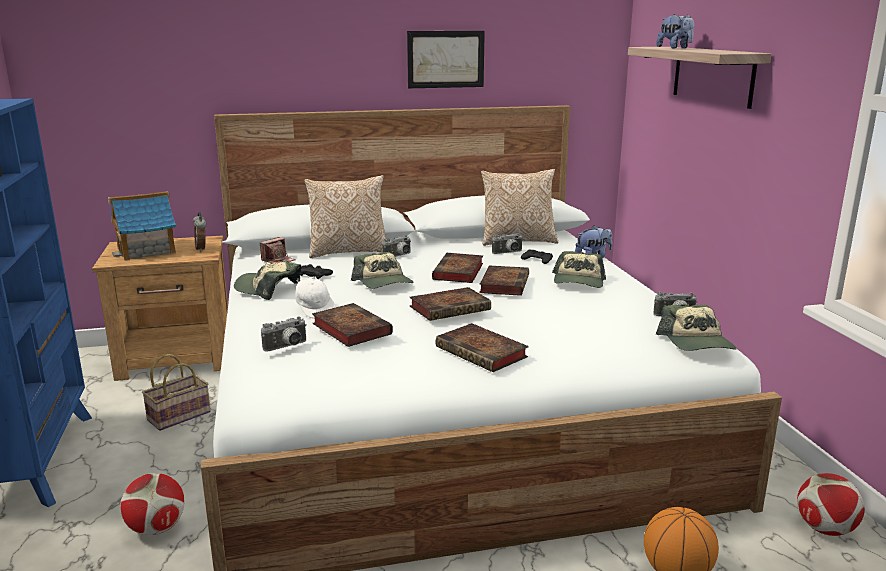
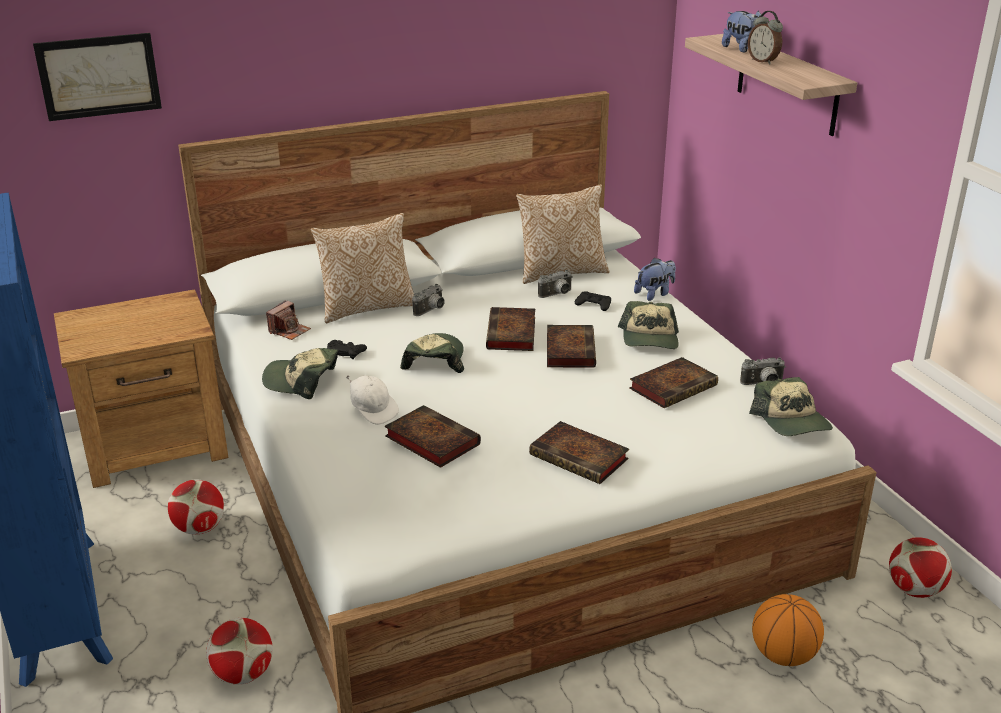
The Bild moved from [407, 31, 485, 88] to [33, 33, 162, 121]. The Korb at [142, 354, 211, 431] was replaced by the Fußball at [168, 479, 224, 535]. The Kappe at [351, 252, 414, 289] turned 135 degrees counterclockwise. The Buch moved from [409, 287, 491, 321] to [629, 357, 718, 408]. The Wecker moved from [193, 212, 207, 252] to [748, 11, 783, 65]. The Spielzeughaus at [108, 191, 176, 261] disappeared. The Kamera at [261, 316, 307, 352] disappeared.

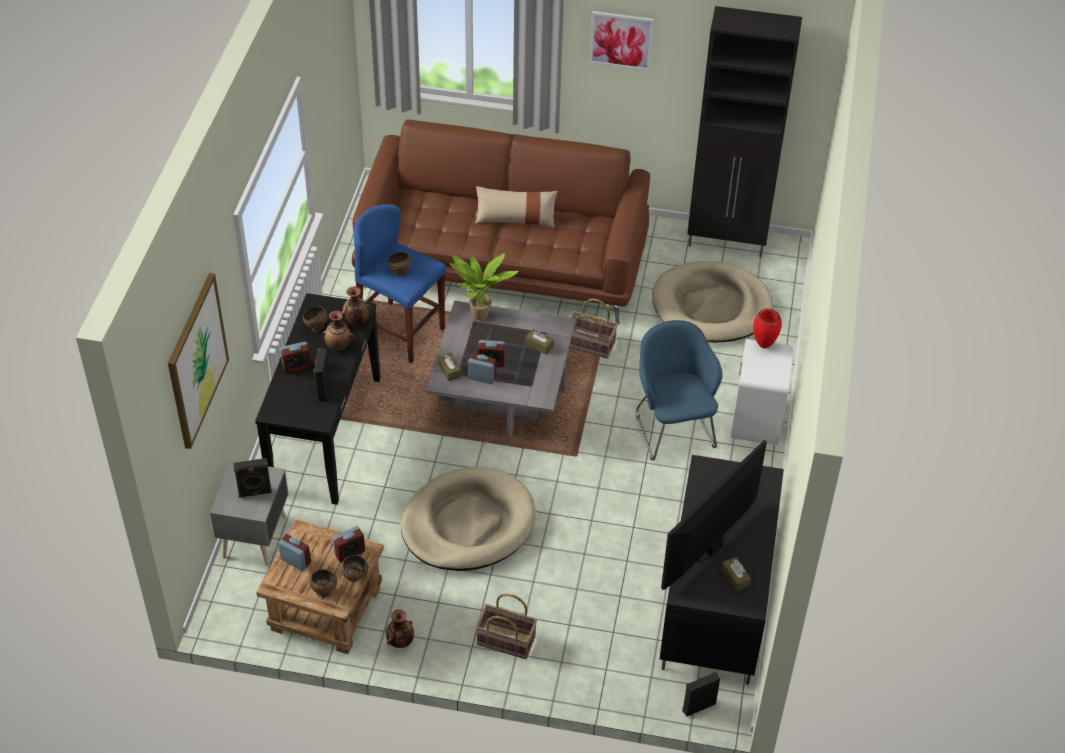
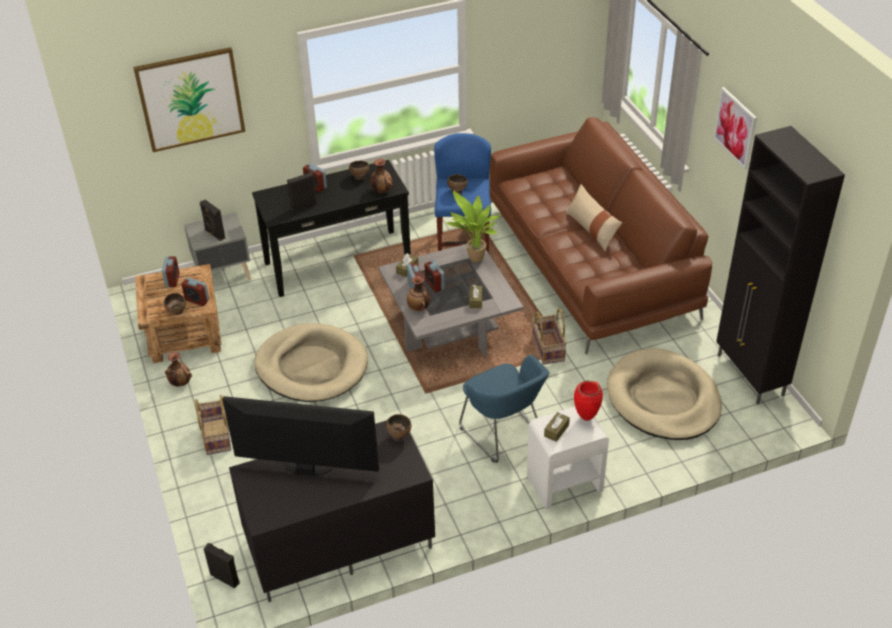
The Schüssel [braun] moved from [309, 569, 337, 597] to [386, 414, 411, 441]. The Vase moved from [322, 311, 354, 350] to [407, 276, 430, 311]. The Sessel [blau] at [636, 320, 723, 461] turned 105 degrees clockwise. The Taschentuchbox [braun] moved from [721, 557, 751, 592] to [544, 412, 570, 442].

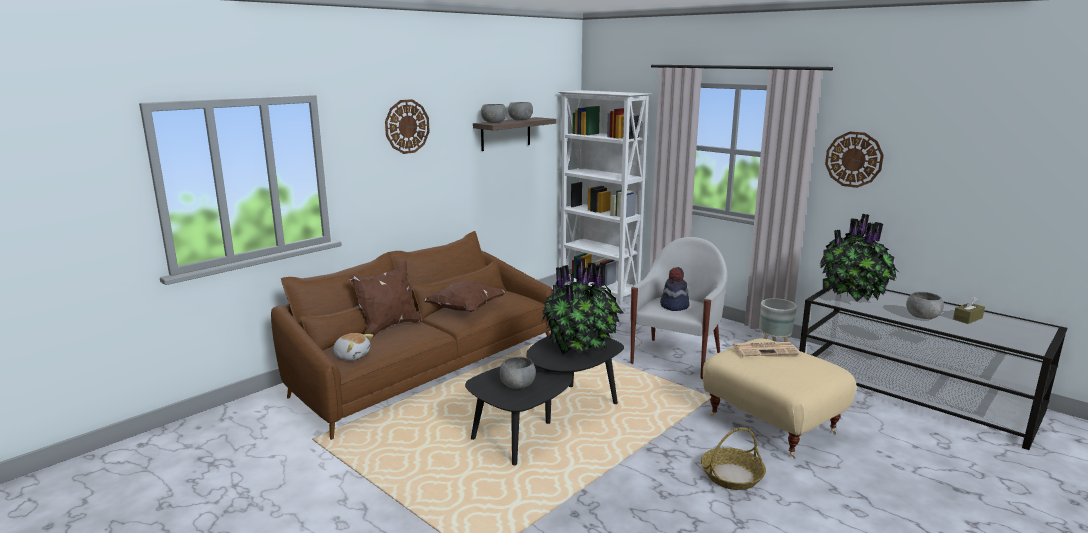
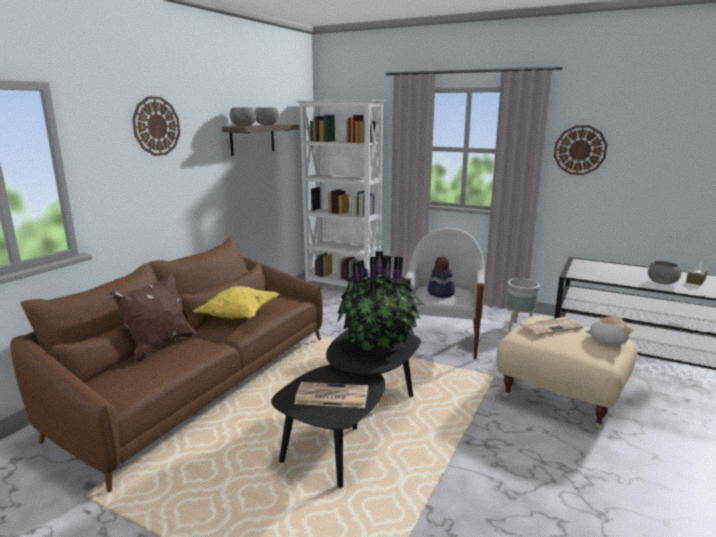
The Kissen [braun] at [423, 281, 507, 312] became the Kissen [gelb] at [193, 286, 279, 319]. The Schüssel [grau] at [500, 357, 536, 389] was replaced by the Zeitung at [294, 382, 368, 408]. The Plüschtier moved from [333, 333, 373, 360] to [585, 316, 633, 345]. The Korb at [701, 427, 766, 490] disappeared. The Topfpflanze at [820, 214, 899, 302] disappeared.

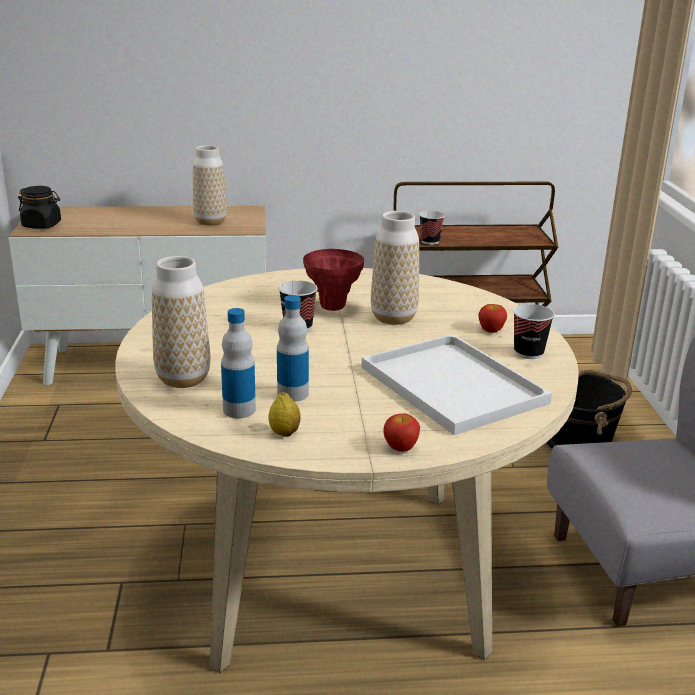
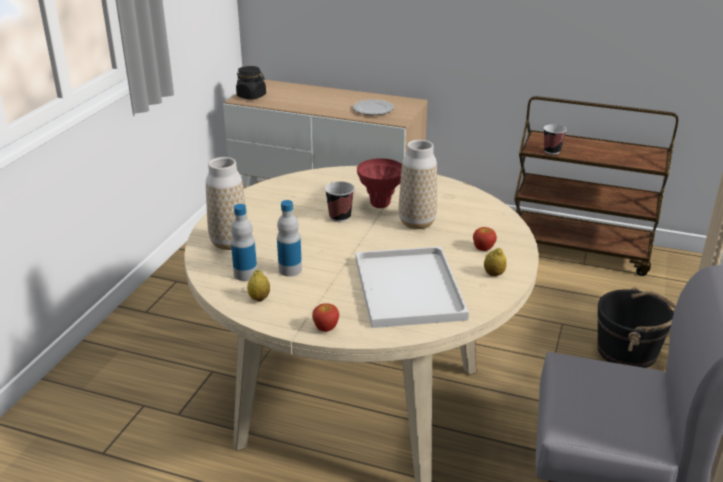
The Vase at [193, 145, 227, 226] was replaced by the Teller at [353, 99, 394, 115]. The Tasse at [513, 304, 555, 359] was replaced by the Zitrone at [484, 248, 507, 276].

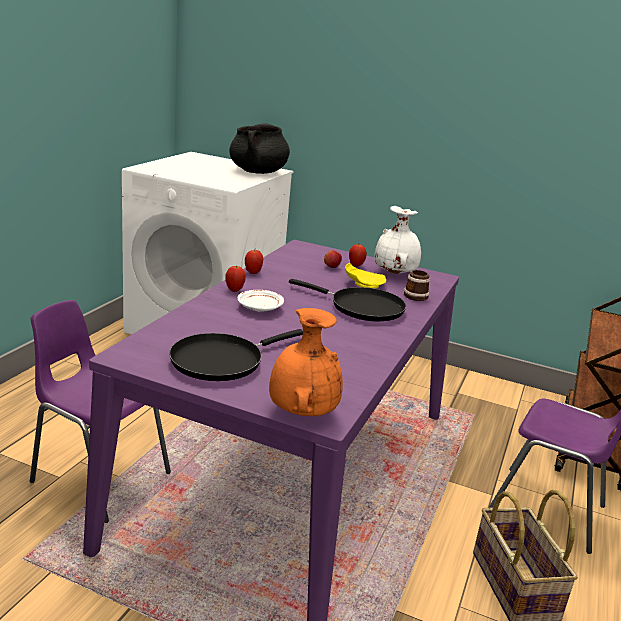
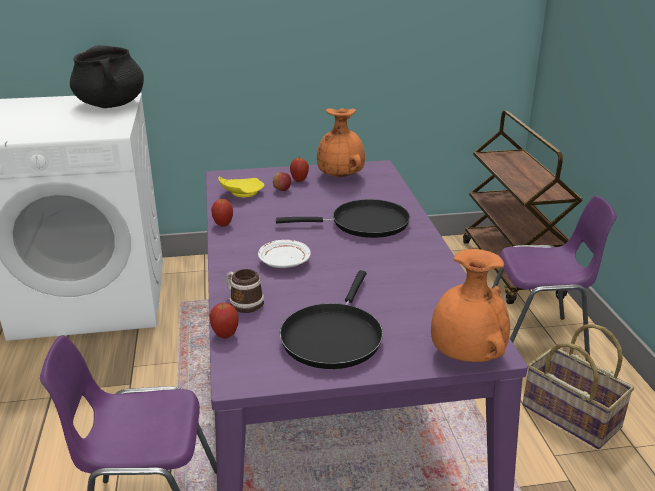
The Apfel moved from [225, 266, 246, 292] to [209, 303, 238, 339]. The Teller [gelb] moved from [345, 263, 386, 289] to [219, 176, 264, 197]. The Henkelbecher moved from [404, 270, 430, 301] to [226, 269, 264, 313]. The Vase [weiß] at [374, 206, 421, 274] became the Vase [orange] at [317, 108, 365, 177].

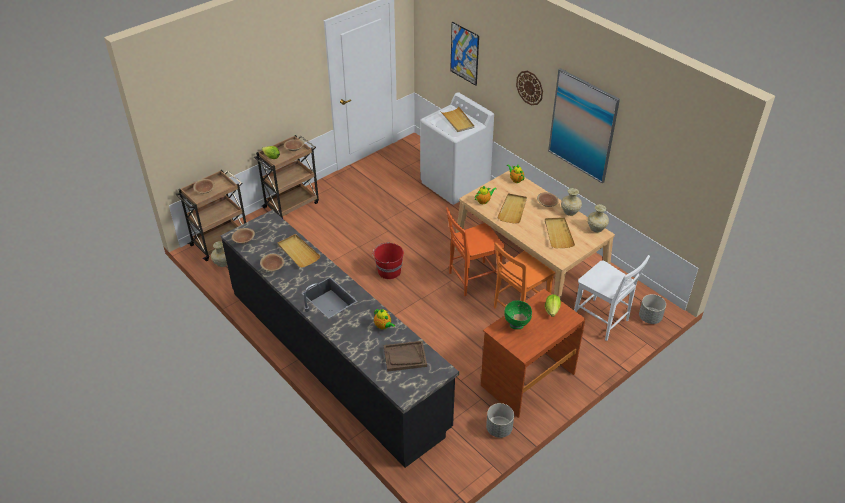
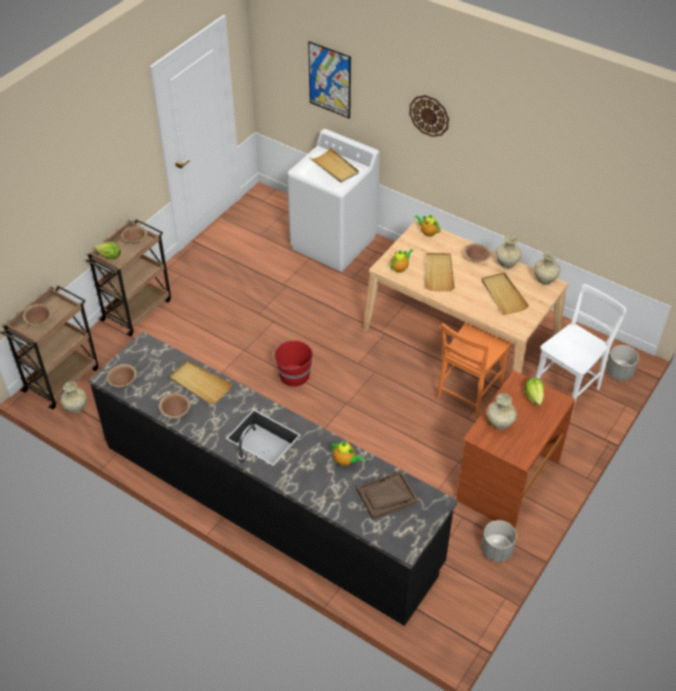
The Schüssel [grün] at [504, 300, 532, 329] was replaced by the Vase [beige] at [487, 393, 517, 430]. The Stuhl [weiß] at [574, 255, 650, 341] turned 75 degrees counterclockwise. The Stuhl [orange] at [446, 207, 505, 296] disappeared. The Bild at [548, 68, 620, 183] disappeared.

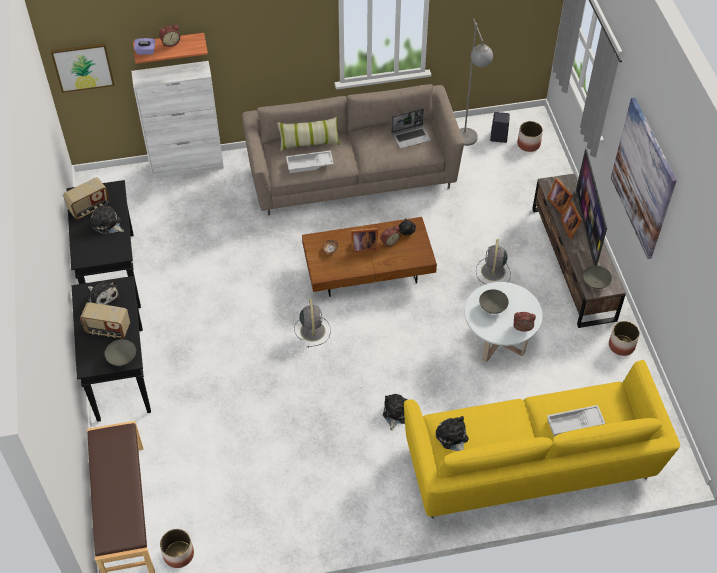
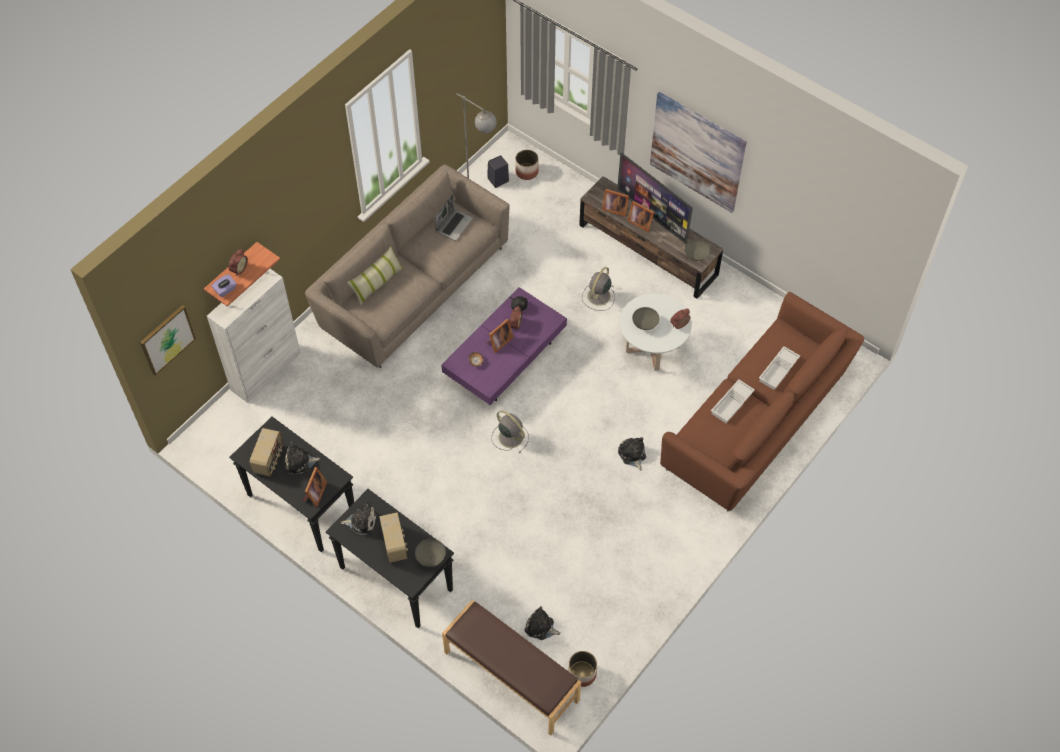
The Bilderrahmen at [303, 467, 327, 507] appeared. The Radio at [80, 302, 130, 339] turned 75 degrees counterclockwise. The Couchtisch [braun] at [302, 217, 437, 297] became the Couchtisch [lila] at [441, 287, 567, 405]. The Plüschtier moved from [436, 416, 468, 451] to [525, 606, 561, 640]. The Ventilator [grau] at [476, 239, 511, 284] turned 60 degrees clockwise. The Sofa [gelb] at [404, 360, 680, 519] became the Sofa [braun] at [660, 292, 864, 512]. The Tablett [weiß] moved from [286, 150, 334, 173] to [711, 379, 755, 423]. The Pflanzkübel at [609, 321, 640, 356] disappeared.

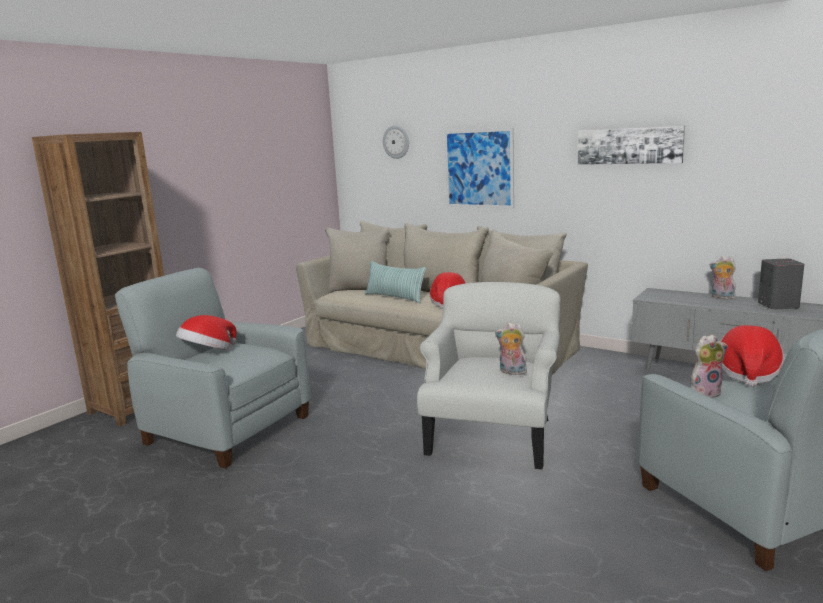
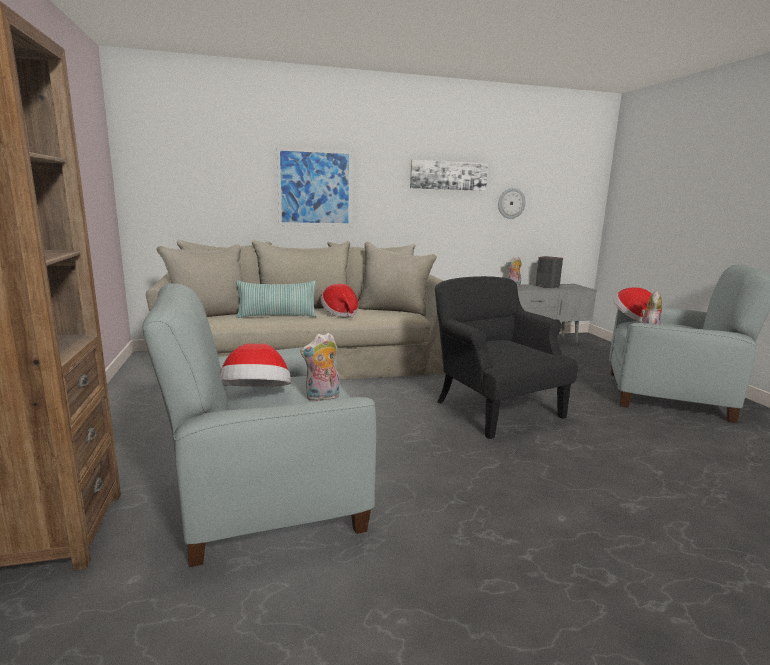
The Plüschtier moved from [495, 322, 527, 375] to [300, 332, 340, 401]. The Sessel [weiß] at [417, 282, 560, 470] became the Sessel [schwarz] at [435, 276, 578, 439]. The Wanduhr moved from [383, 125, 409, 159] to [498, 188, 526, 219].

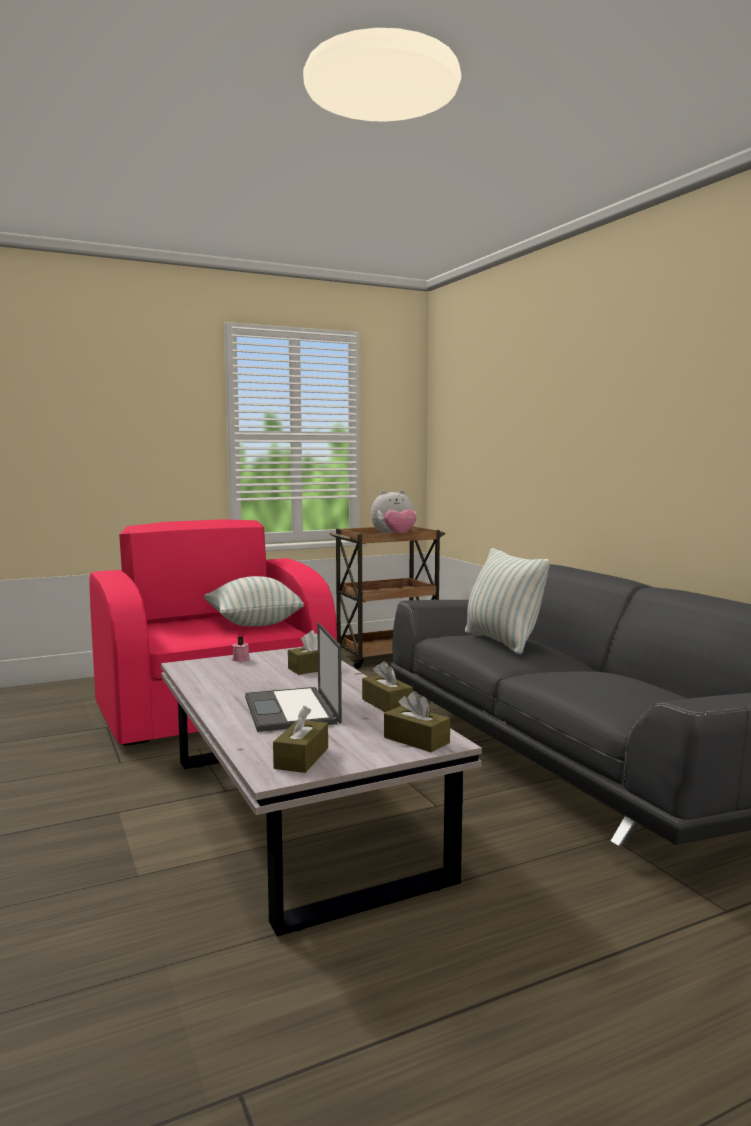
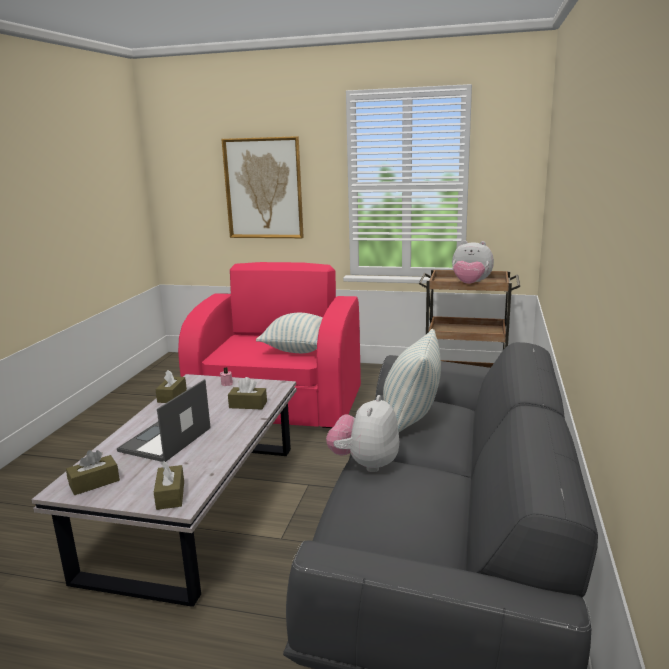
The Taschentuchbox [braun] moved from [362, 661, 413, 712] to [155, 370, 187, 403]. The Bild at [221, 136, 304, 238] appeared. The Plüschtier at [326, 395, 399, 472] appeared.

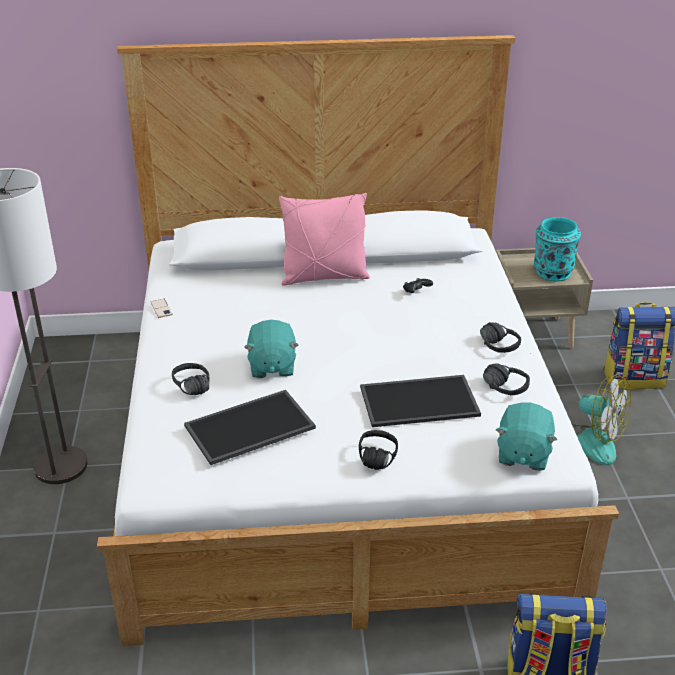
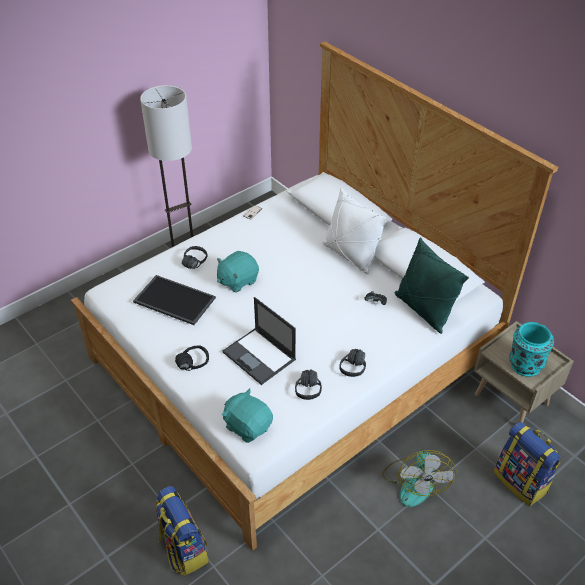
The Tablett at [360, 375, 481, 427] was replaced by the Laptop at [222, 297, 296, 385]. The Plüschtier [türkis] at [496, 402, 557, 471] turned 60 degrees clockwise. The Kissen [rosa] at [279, 193, 370, 286] became the Kissen [weiß] at [322, 187, 388, 274]. The Kissen [grün] at [395, 238, 469, 334] appeared.

